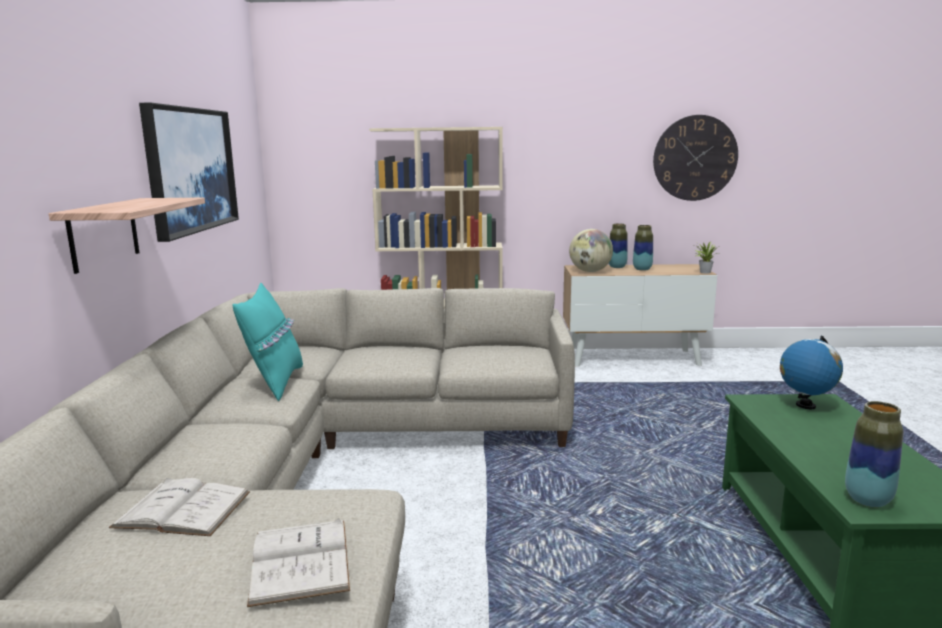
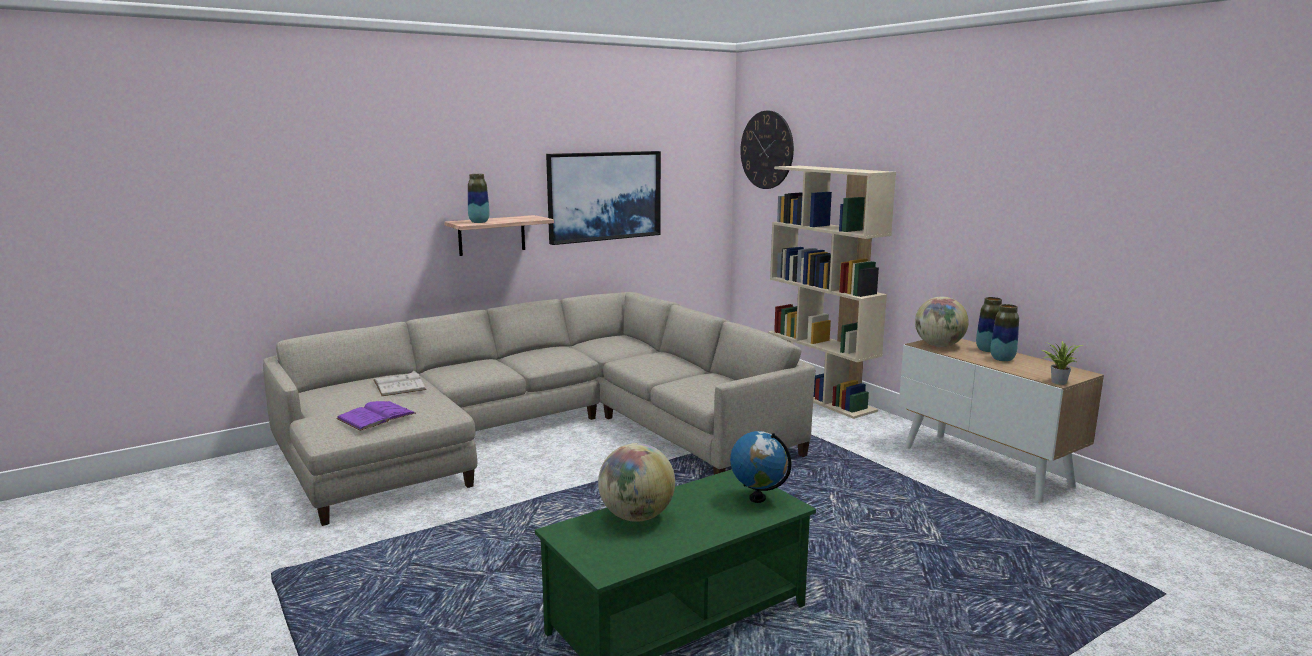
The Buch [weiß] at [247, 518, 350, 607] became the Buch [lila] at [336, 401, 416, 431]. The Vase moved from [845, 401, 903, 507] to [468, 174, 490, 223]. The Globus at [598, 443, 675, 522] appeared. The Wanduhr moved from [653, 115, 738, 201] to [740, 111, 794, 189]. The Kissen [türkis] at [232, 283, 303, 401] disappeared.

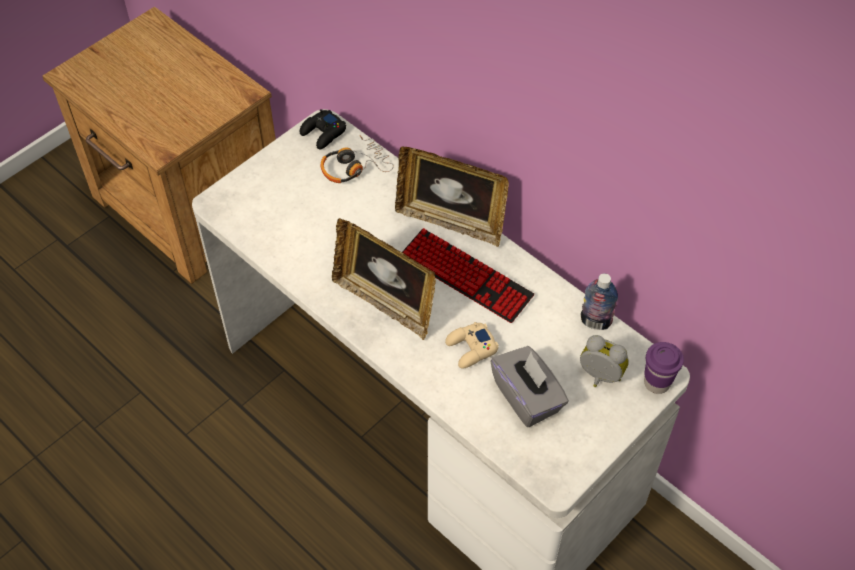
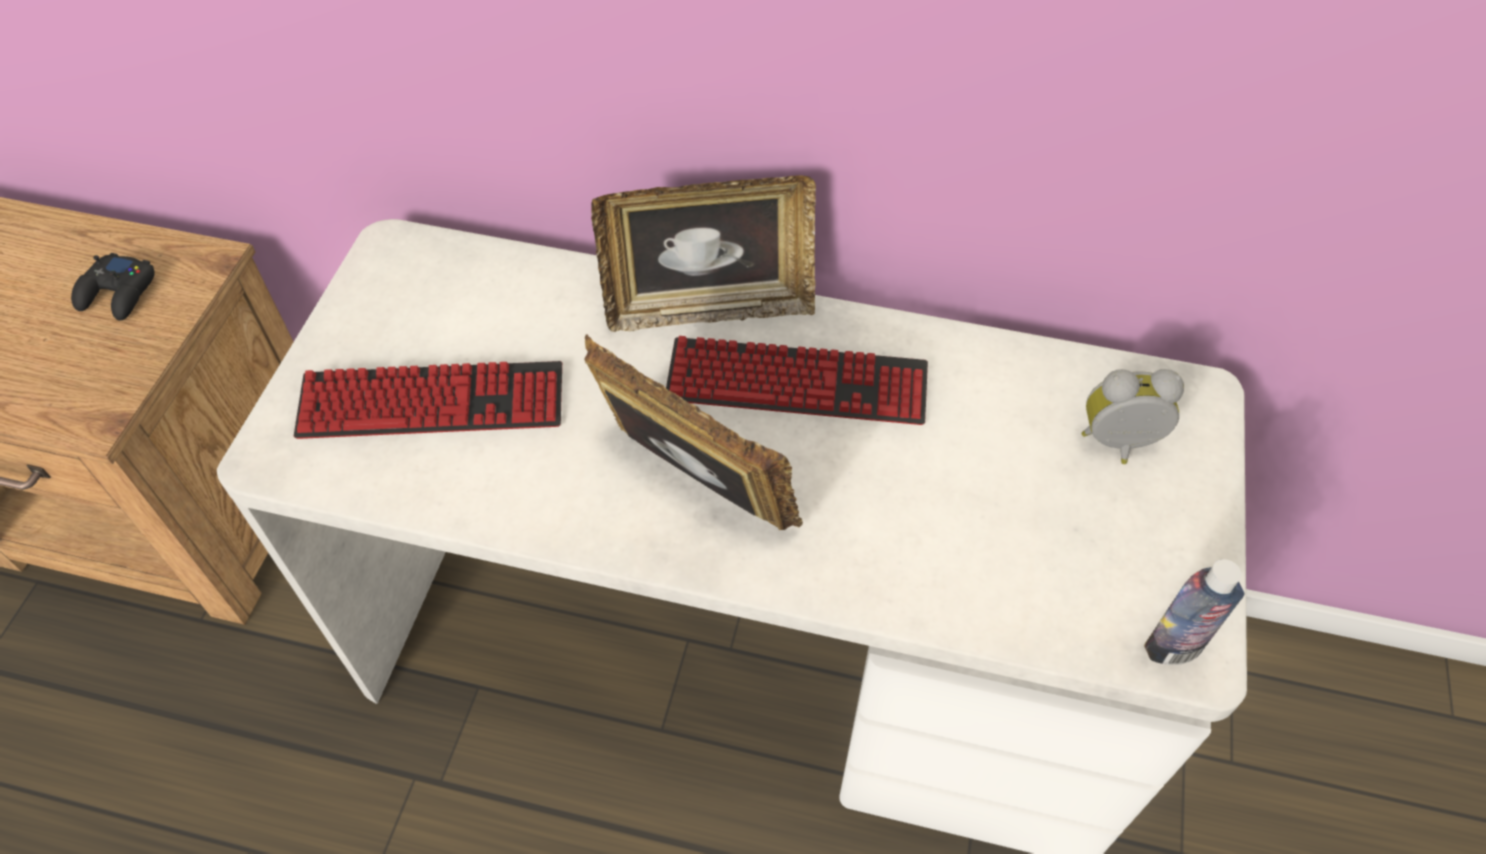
The Gamepad [schwarz] moved from [299, 109, 346, 149] to [71, 253, 155, 321]. The Tastatur at [294, 361, 562, 439] appeared. The Bilderrahmen at [332, 218, 436, 340] turned 150 degrees counterclockwise. The Flasche moved from [581, 273, 618, 330] to [1144, 559, 1244, 665]. The Kopfhörer at [321, 135, 394, 183] disappeared. The Gamepad [beige] at [445, 322, 499, 369] disappeared. The Taschentuchbox [grau] at [490, 346, 569, 427] disappeared. The Tasse [lila] at [644, 342, 684, 394] disappeared.

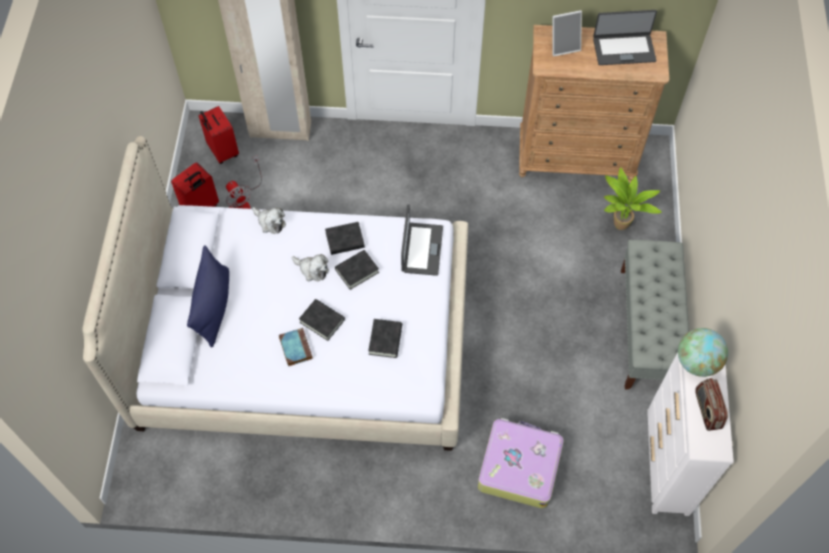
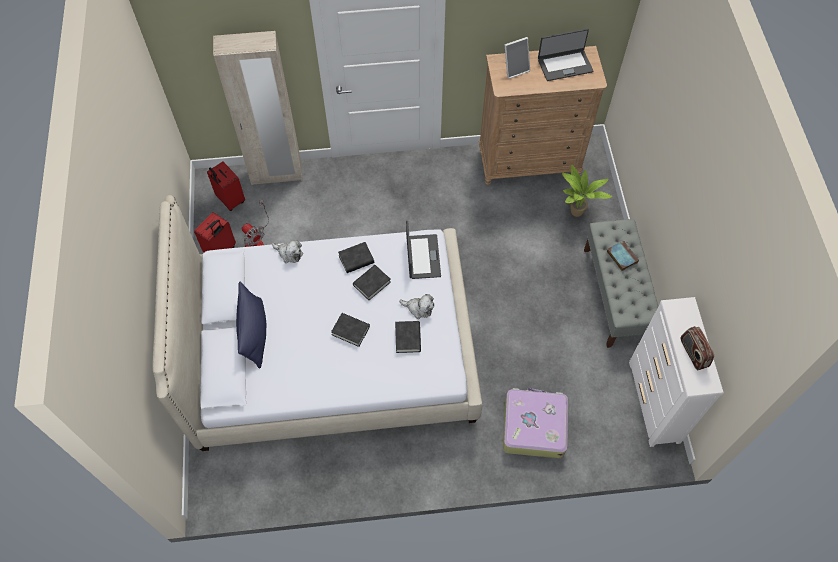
The Plüschtier moved from [292, 254, 329, 281] to [399, 294, 434, 319]. The Buch moved from [279, 328, 313, 366] to [606, 240, 639, 271]. The Globus at [678, 328, 728, 377] disappeared.

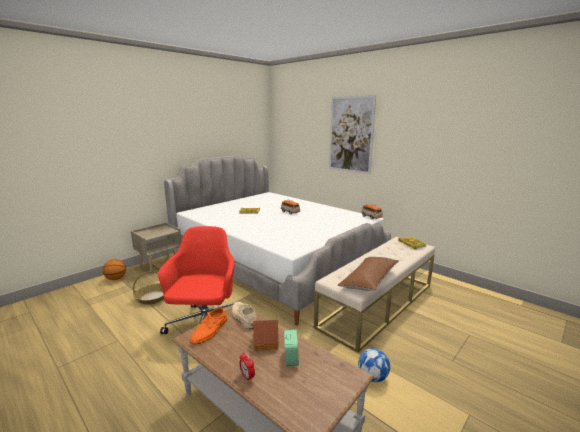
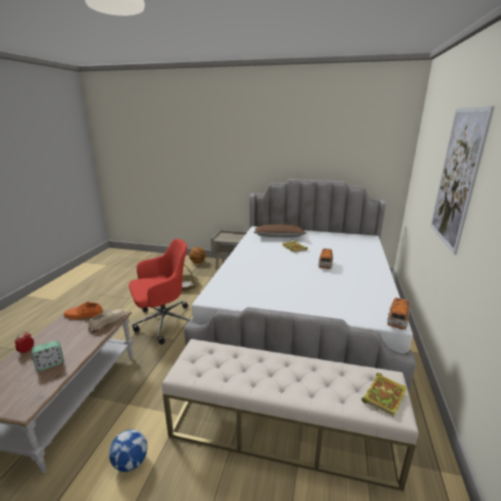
The Kissen [braun] moved from [338, 257, 399, 291] to [254, 224, 306, 237]. The Spielzeughaus at [253, 320, 279, 350] disappeared.

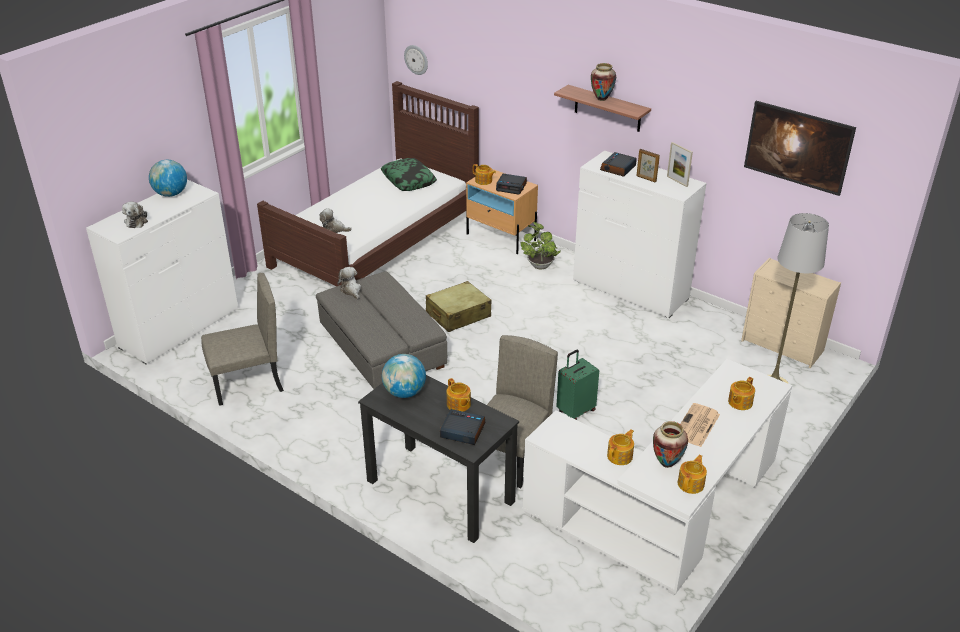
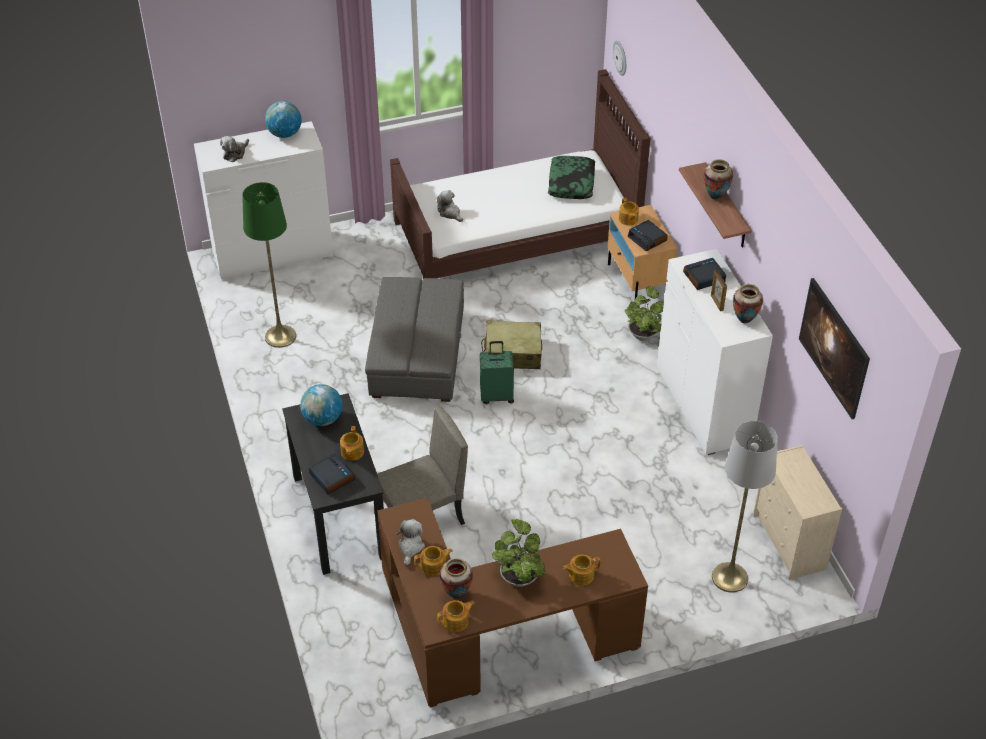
The Stuhl [beige] at [201, 273, 284, 406] was replaced by the Stehlampe [grün] at [242, 182, 296, 348]. The Schreibtisch [weiß] at [523, 359, 793, 595] became the Schreibtisch [braun] at [377, 498, 648, 708]. The Plüschtier moved from [337, 267, 361, 299] to [396, 519, 425, 566]. The Koffer [grün] moved from [556, 350, 599, 420] to [480, 341, 514, 404]. The Zeitung at [680, 403, 720, 447] was replaced by the Topfpflanze at [492, 519, 545, 587]. The Bilderrahmen at [667, 142, 693, 187] was replaced by the Vase at [733, 284, 763, 323].

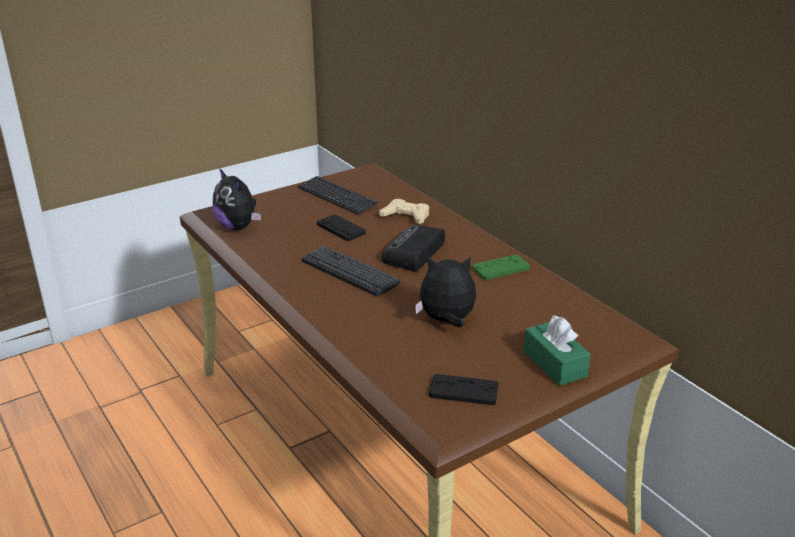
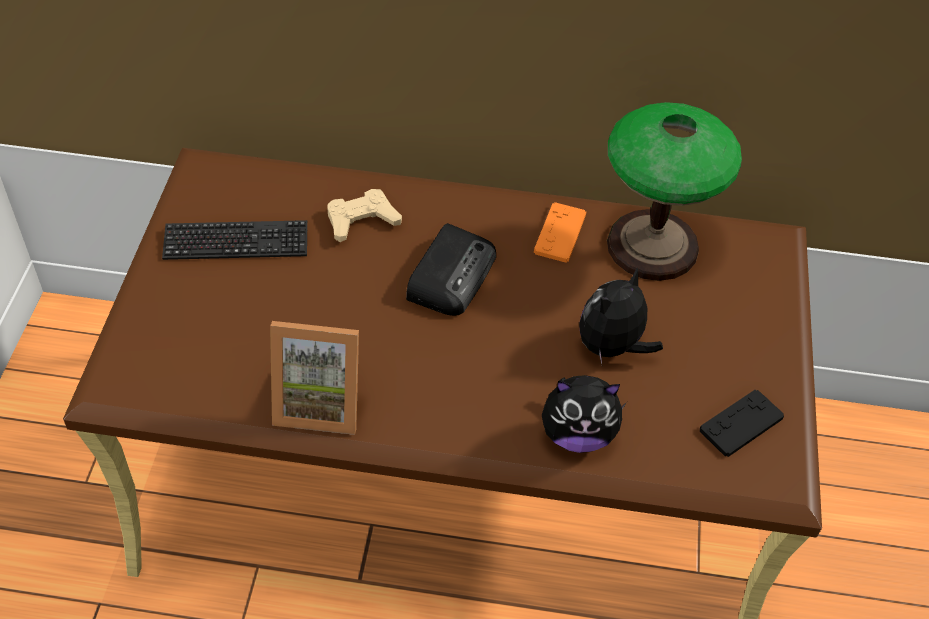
The Bilderrahmen at [270, 321, 359, 435] appeared. The Radio at [382, 225, 445, 272] turned 135 degrees counterclockwise. The Gamepad [grün] at [472, 254, 530, 280] became the Gamepad [orange] at [534, 202, 586, 263]. The Plüschtier moved from [213, 168, 261, 230] to [542, 375, 627, 453]. The Tischlampe at [607, 102, 742, 281] appeared. The Tastatur at [302, 246, 400, 297] disappeared. The Gamepad [schwarz] at [317, 214, 366, 241] disappeared. The Taschentuchbox [grün] at [524, 315, 591, 386] disappeared.

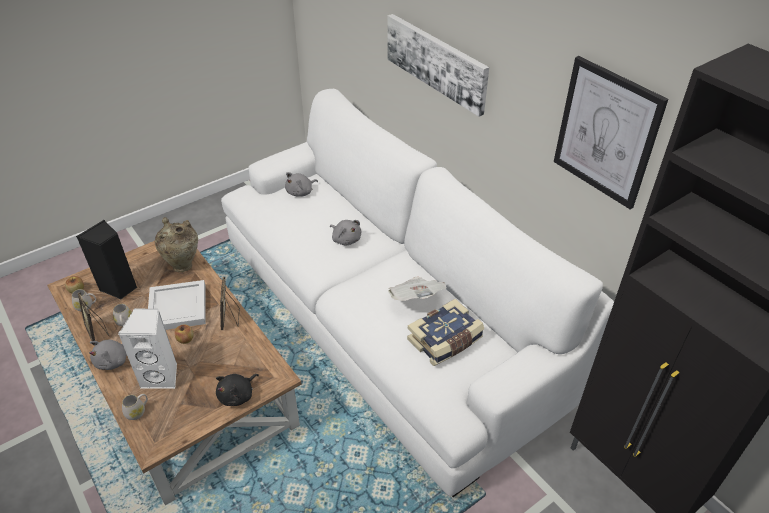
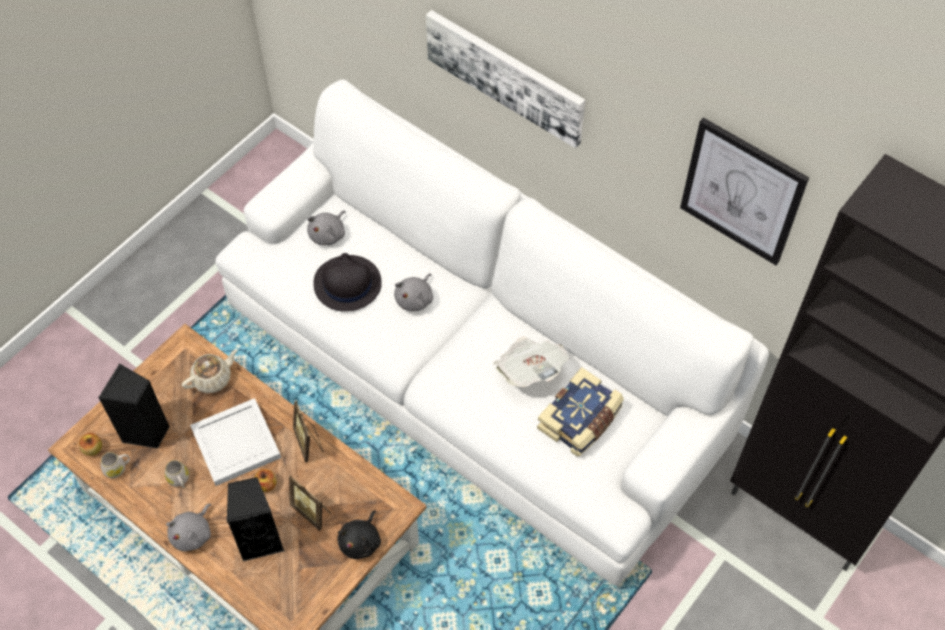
The Vase [beige] at [155, 217, 198, 272] was replaced by the Teekanne [beige] at [182, 349, 238, 393]. The Lautsprecher [weiß] at [118, 308, 177, 388] became the Lautsprecher [schwarz] at [227, 477, 284, 561]. The Bilderrahmen moved from [78, 292, 110, 341] to [289, 475, 331, 531]. The Hut [schwarz] at [313, 253, 382, 312] appeared. The Plüschtier [grau] at [330, 220, 362, 245] turned 90 degrees clockwise. The Henkelbecher [weiß] at [122, 394, 148, 420] disappeared.

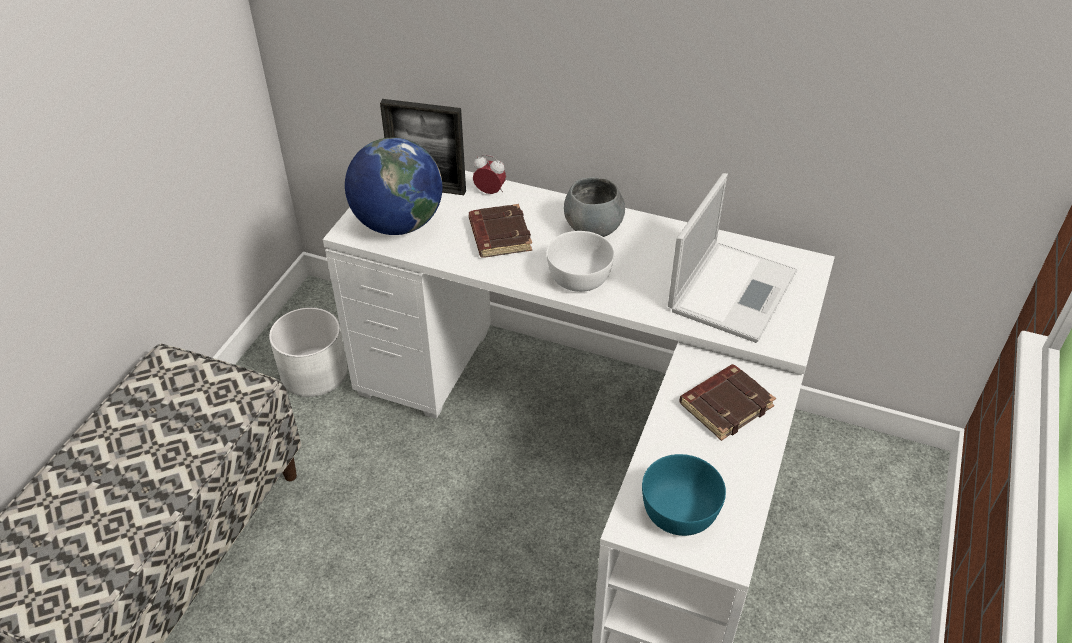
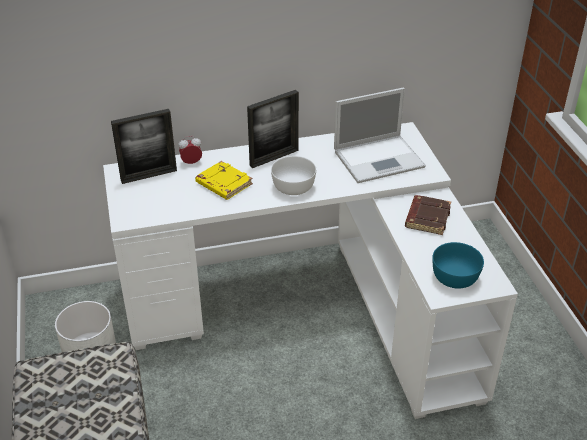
The Buch [braun] at [469, 204, 532, 258] became the Buch [gelb] at [195, 161, 253, 200]. The Schüssel [grau] at [564, 177, 625, 237] was replaced by the Bilderrahmen at [247, 90, 299, 168]. The Laptop at [668, 173, 797, 343] turned 75 degrees clockwise. The Globus at [345, 137, 442, 235] disappeared.

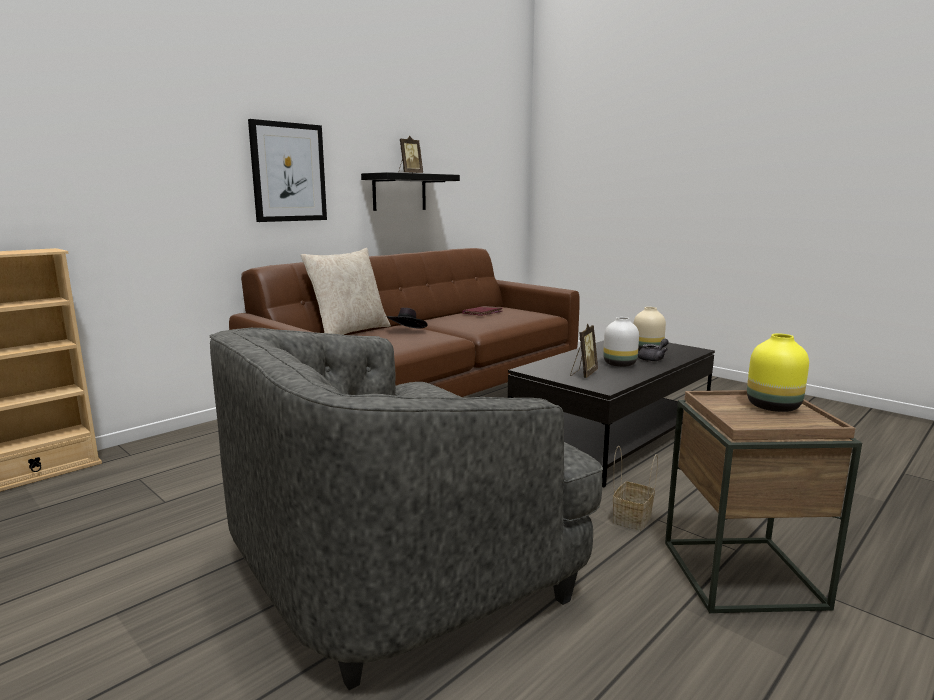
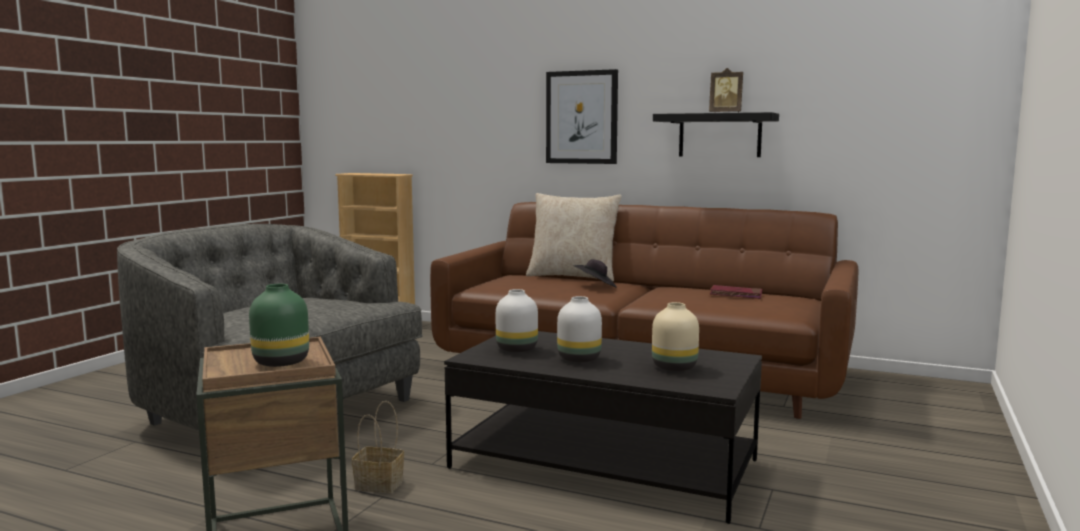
The Vase [gelb] at [747, 334, 809, 412] became the Vase [grün] at [249, 284, 309, 367]. The Bilderrahmen at [570, 323, 598, 378] was replaced by the Vase [weiß] at [496, 289, 538, 352]. The Teekanne [grau] at [638, 338, 669, 362] disappeared.

